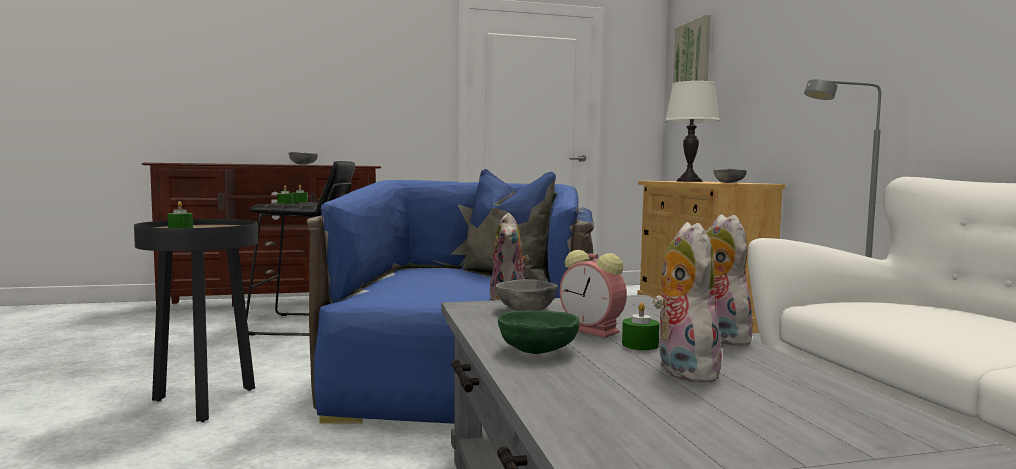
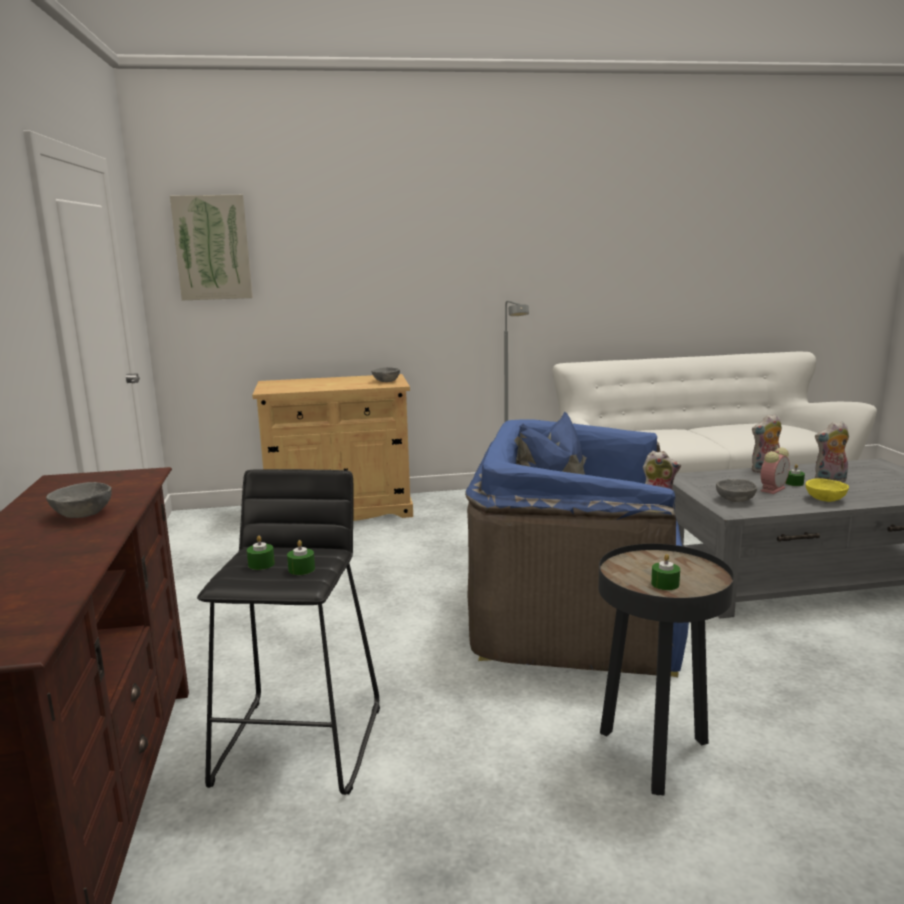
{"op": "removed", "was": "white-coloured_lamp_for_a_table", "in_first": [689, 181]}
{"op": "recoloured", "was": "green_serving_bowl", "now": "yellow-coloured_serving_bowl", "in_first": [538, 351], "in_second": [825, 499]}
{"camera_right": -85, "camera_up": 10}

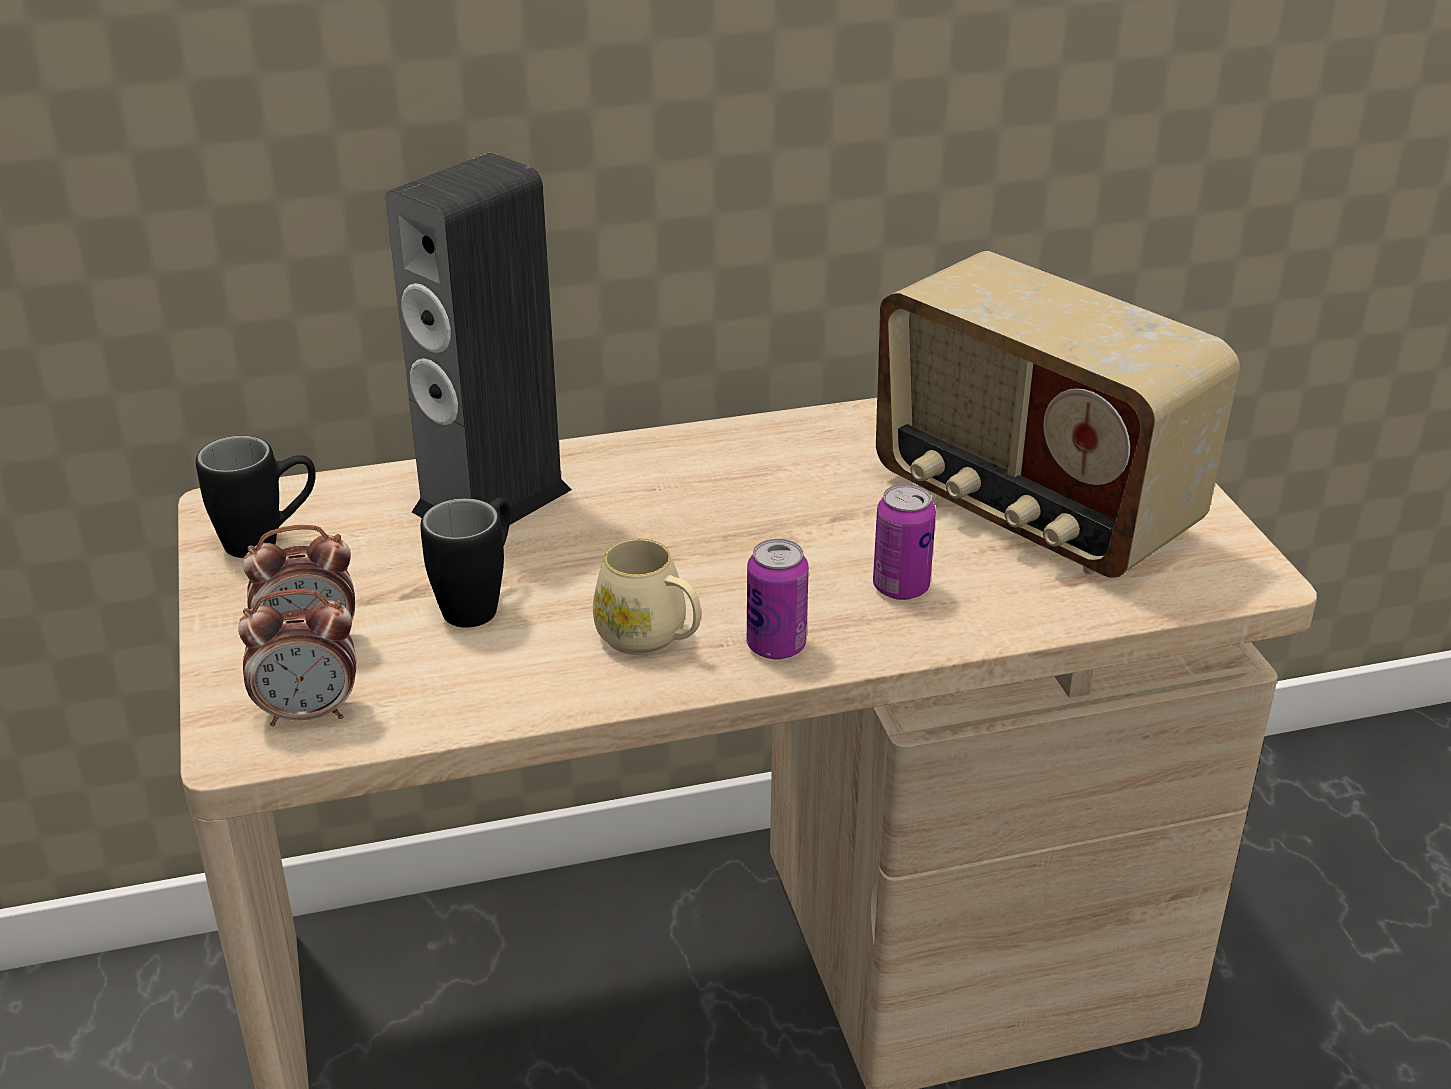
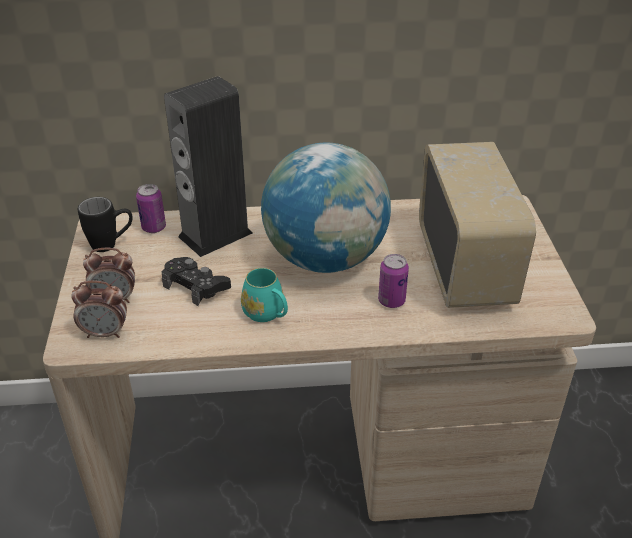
{"op": "added", "now": "desk_globe", "in_second": [325, 259]}
{"op": "moved", "was": "metal_can", "in_first": [776, 645], "in_second": [154, 227]}
{"op": "replaced", "was": "blackish_tea_mug", "now": "blackish_game_controller", "in_first": [480, 601], "in_second": [196, 286]}
{"op": "recoloured", "was": "beige_tea_mug", "now": "turquoise-coloured_tea_mug", "in_first": [650, 638], "in_second": [267, 314]}
{"op": "turned", "was": "radio", "in_first": [1030, 509], "in_second": [466, 266], "clockwise": -150}
{"camera_right": 10, "camera_up": 5}

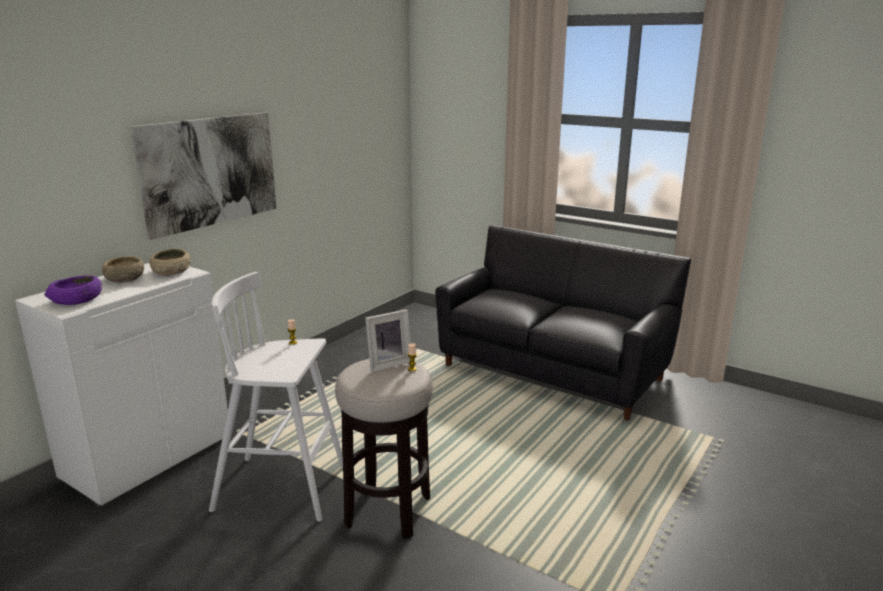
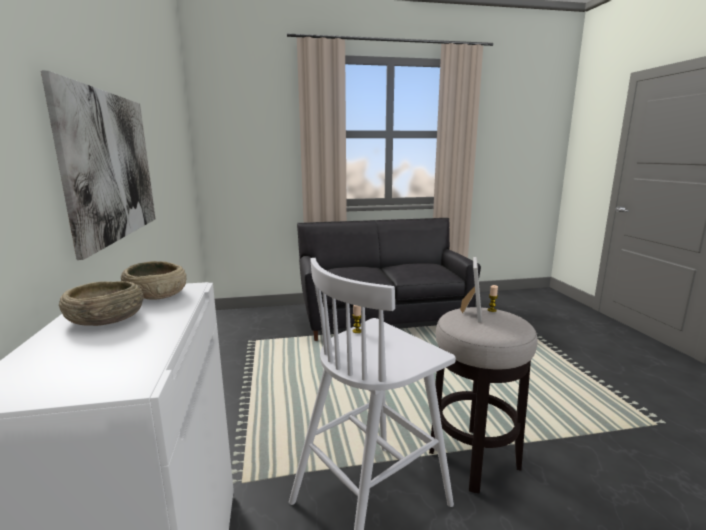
{"op": "removed", "was": "purplish_serving_bowl", "in_first": [77, 300]}
{"camera_right": -45, "camera_up": -5}

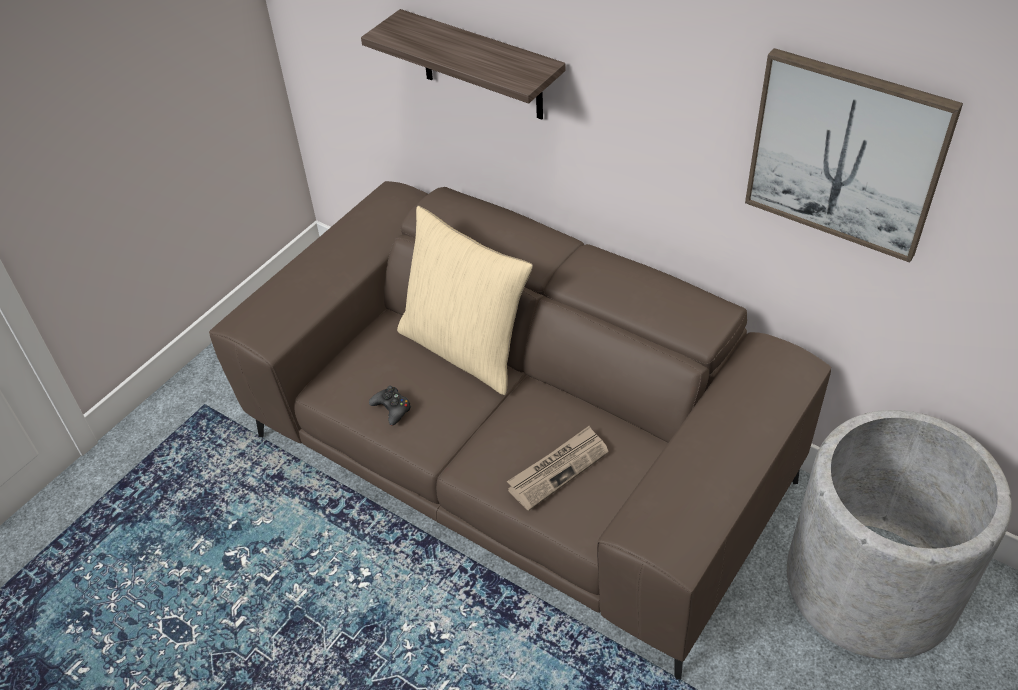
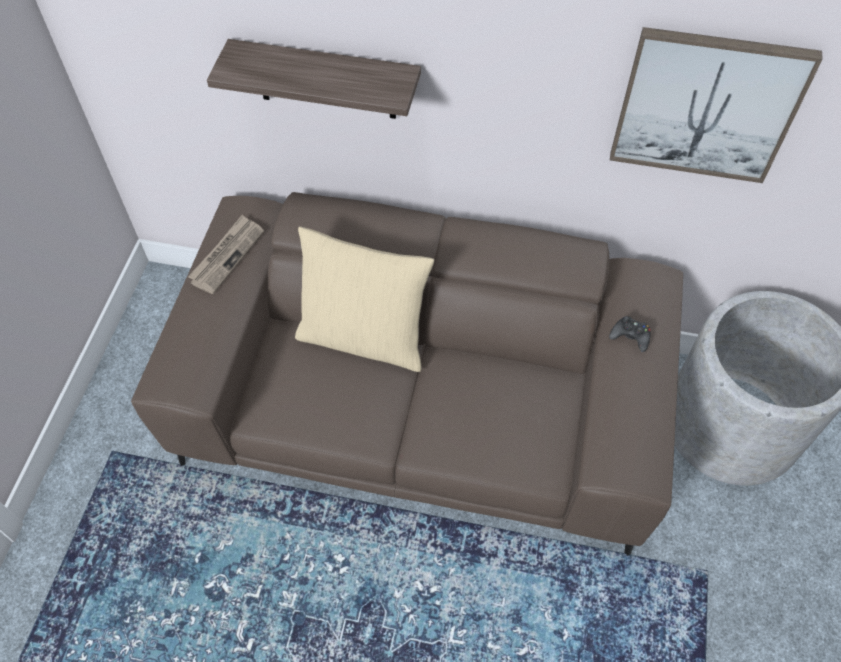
{"op": "moved", "was": "blackish_game_controller", "in_first": [392, 408], "in_second": [630, 336]}
{"op": "moved", "was": "printed_paper", "in_first": [558, 469], "in_second": [227, 255]}
{"camera_right": -25, "camera_up": 10}

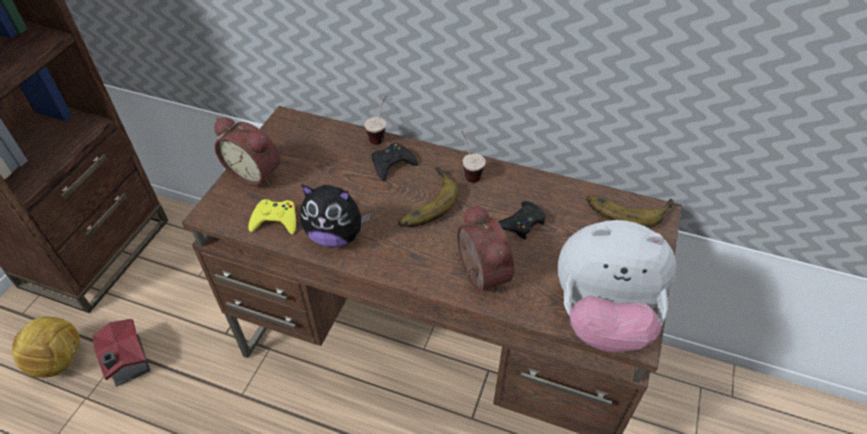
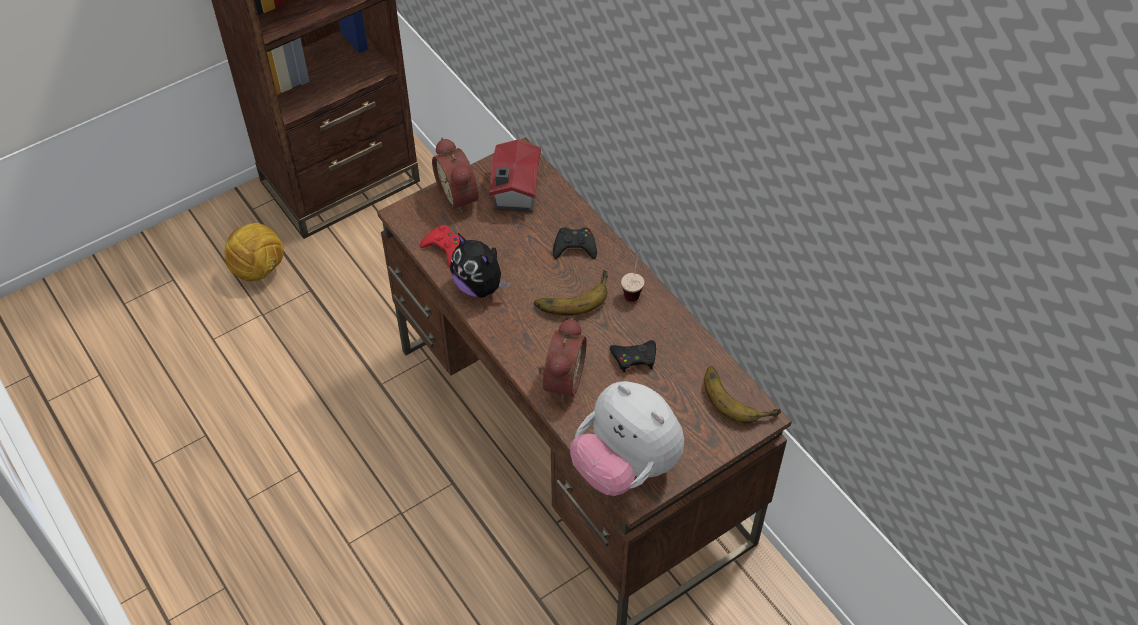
{"op": "removed", "was": "cup", "in_first": [380, 134]}
{"op": "moved", "was": "toy_house", "in_first": [126, 362], "in_second": [514, 191]}
{"op": "recoloured", "was": "yellow-coloured_game_controller", "now": "red_game_controller", "in_first": [275, 220], "in_second": [445, 248]}
{"camera_right": 35, "camera_up": 5}

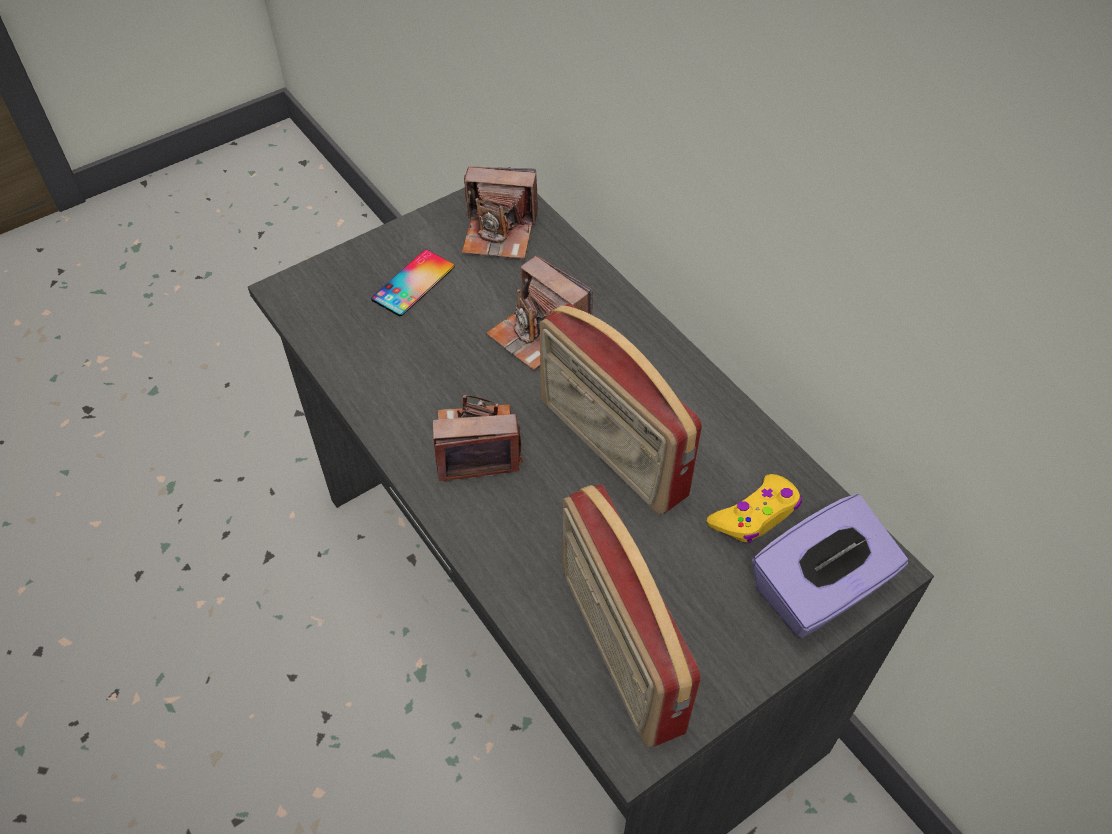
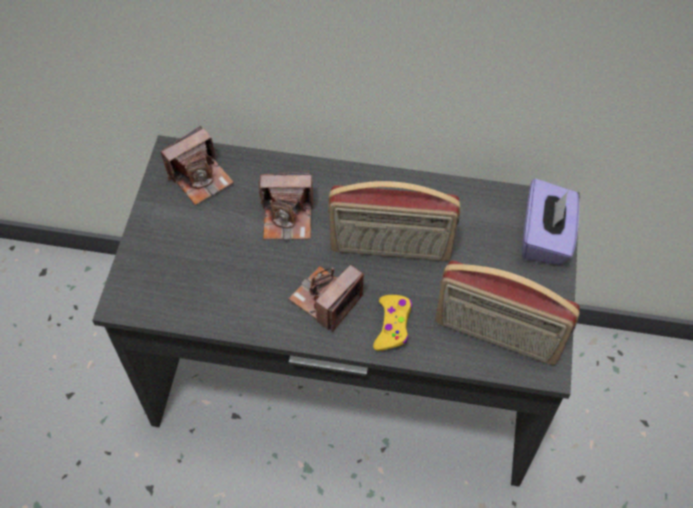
{"op": "removed", "was": "phone", "in_first": [413, 283]}
{"op": "moved", "was": "yellow-coloured_game_controller", "in_first": [755, 515], "in_second": [392, 326]}
{"camera_right": -45, "camera_up": 5}

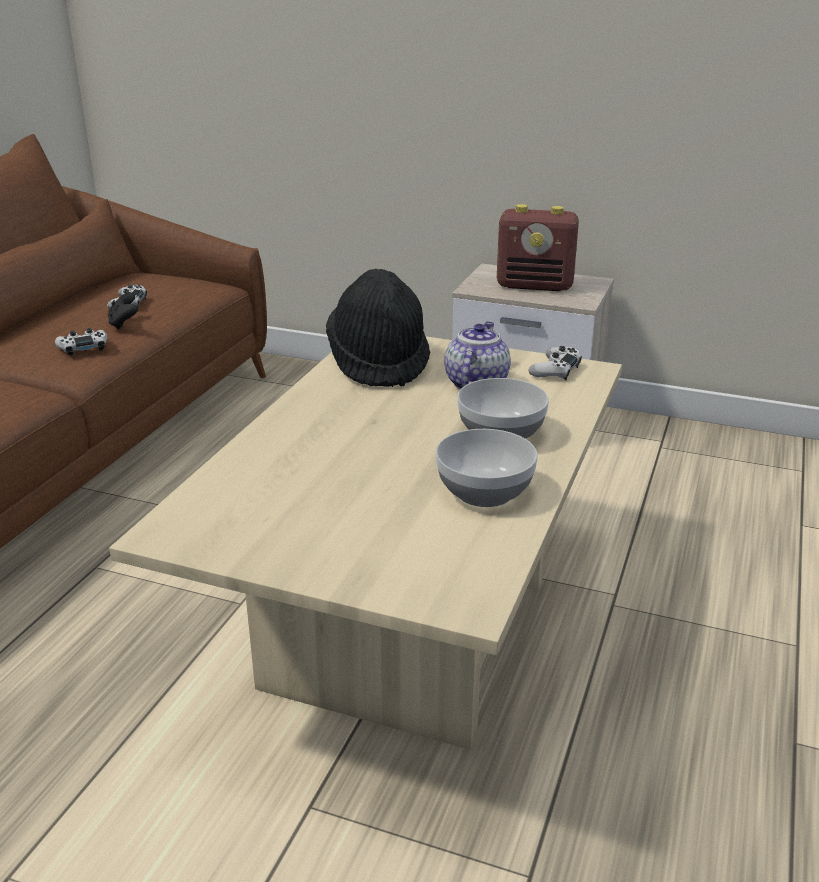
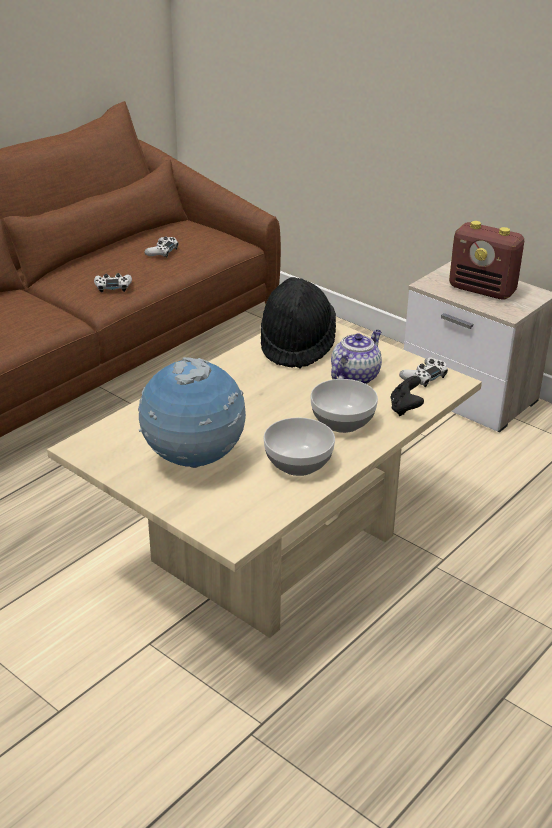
{"op": "added", "now": "desk_globe", "in_second": [194, 461]}
{"op": "moved", "was": "blackish_game_controller", "in_first": [124, 324], "in_second": [405, 408]}
{"camera_right": 20, "camera_up": 5}

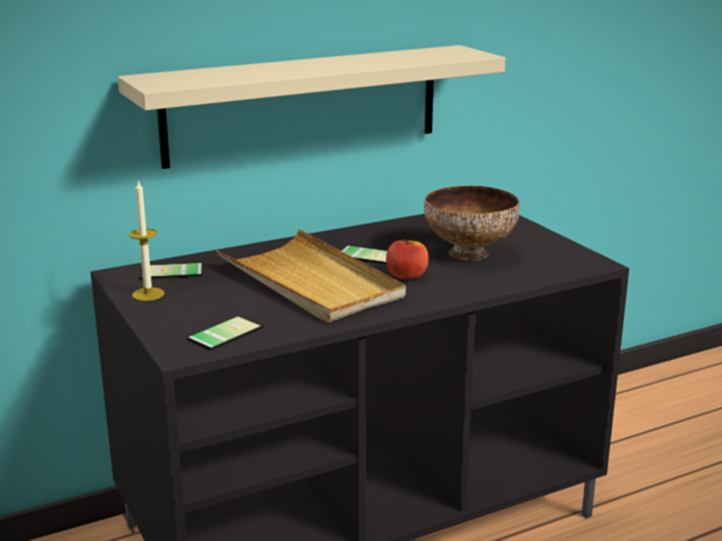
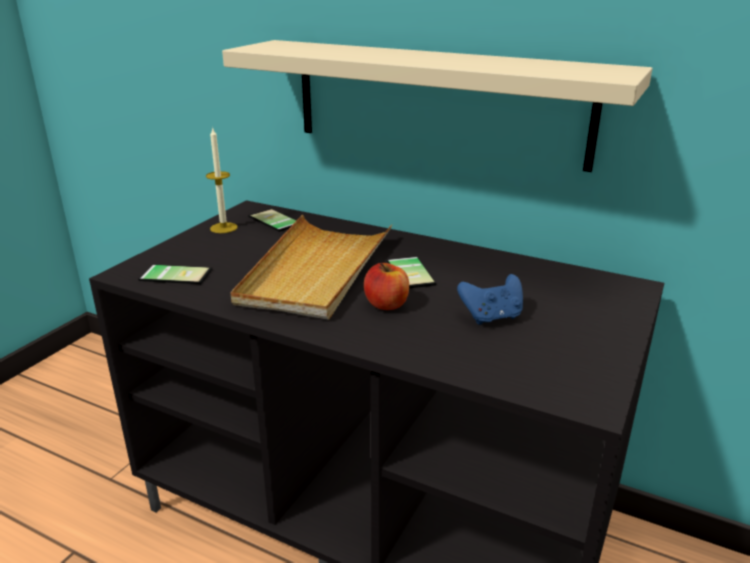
{"op": "replaced", "was": "serving_bowl", "now": "bluish_game_controller", "in_first": [470, 254], "in_second": [491, 317]}
{"camera_right": 55, "camera_up": 5}

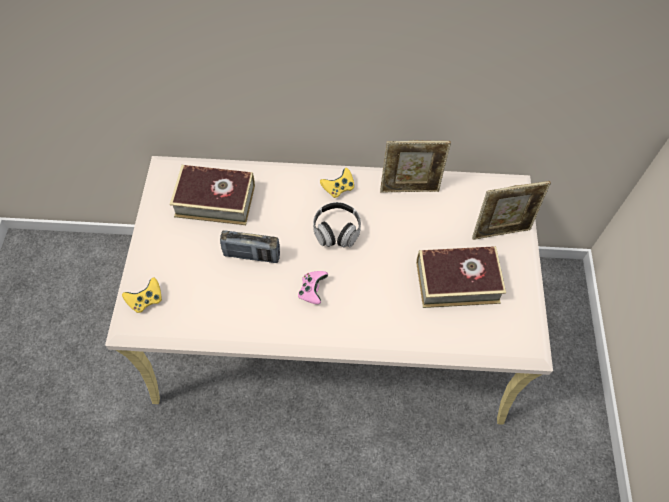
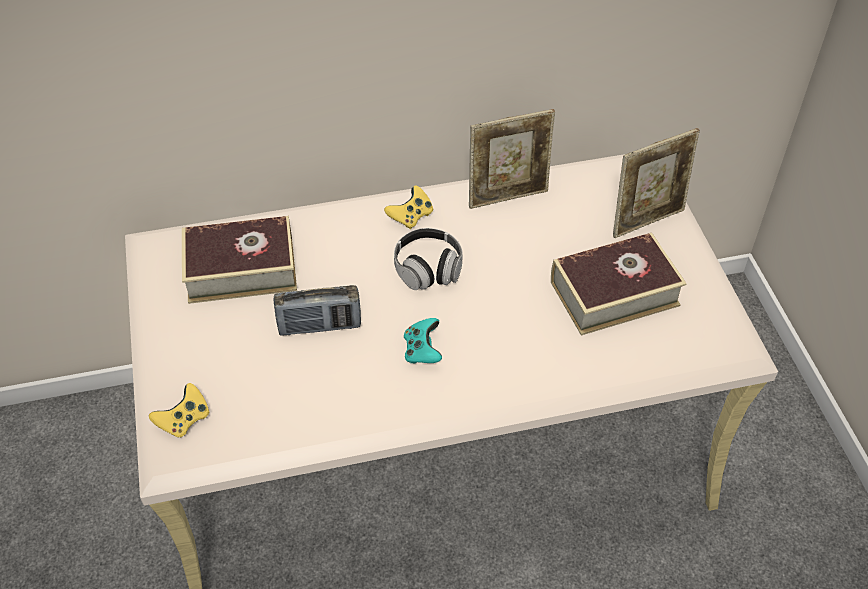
{"op": "recoloured", "was": "pink_game_controller", "now": "turquoise-coloured_game_controller", "in_first": [312, 291], "in_second": [422, 350]}
{"camera_right": -15, "camera_up": -10}

